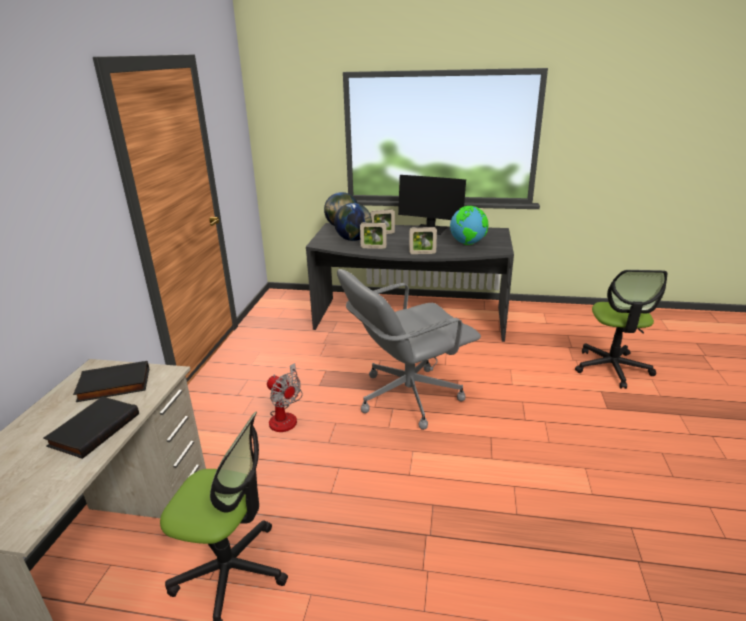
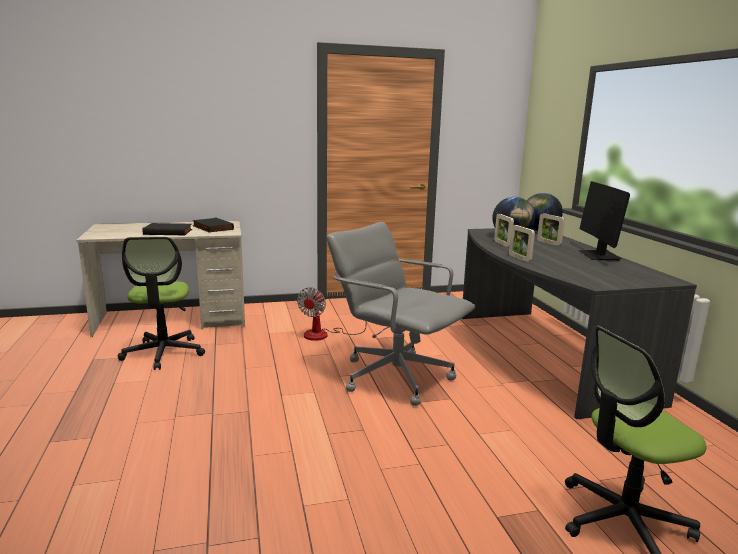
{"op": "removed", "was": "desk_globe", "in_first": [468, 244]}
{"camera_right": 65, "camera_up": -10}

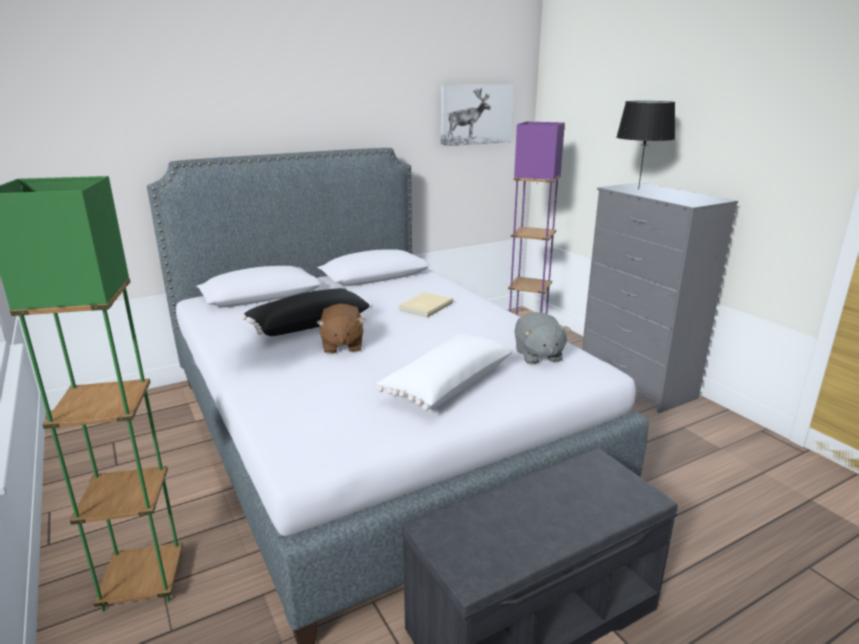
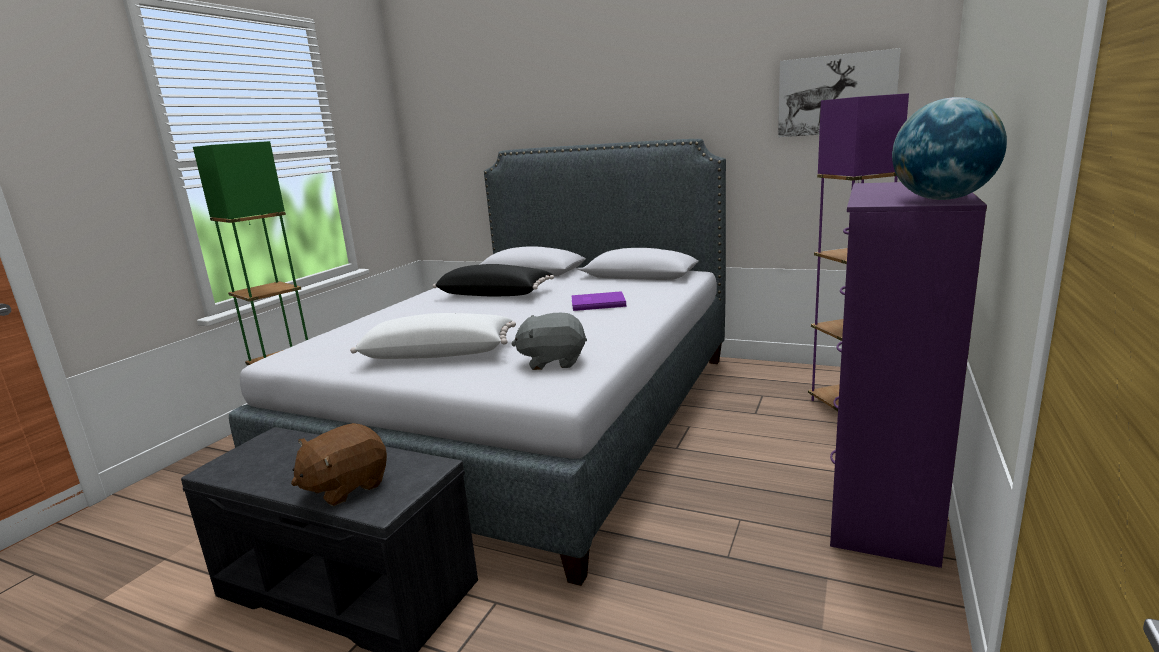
{"op": "removed", "was": "blackish_lamp_for_a_table", "in_first": [638, 189]}
{"op": "added", "now": "desk_globe", "in_second": [942, 199]}
{"op": "moved", "was": "brown-coloured_plush_toy", "in_first": [342, 346], "in_second": [345, 487]}
{"op": "recoloured", "was": "beige_bound_book", "now": "purplish_bound_book", "in_first": [424, 306], "in_second": [597, 303]}
{"op": "recoloured", "was": "grey_drawer_chest", "now": "purplish_drawer_chest", "in_first": [636, 383], "in_second": [880, 505]}
{"op": "turned", "was": "grey_plush_toy", "in_first": [538, 355], "in_second": [553, 361], "clockwise": 45}
{"camera_right": 55, "camera_up": -5}

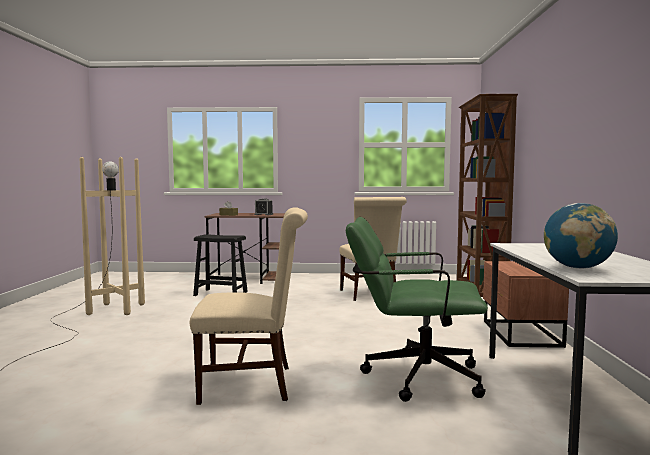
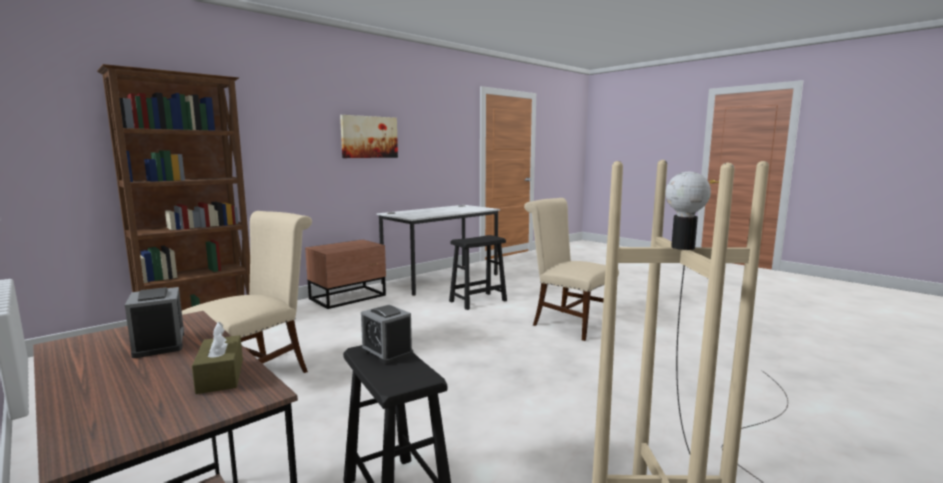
{"op": "removed", "was": "desk_globe", "in_first": [578, 268]}
{"op": "added", "now": "wall_art", "in_second": [369, 137]}
{"op": "added", "now": "bedside_clock", "in_second": [387, 352]}
{"op": "replaced", "was": "green_office_chair", "now": "blackish_stool_seat", "in_first": [412, 376], "in_second": [478, 301]}
{"camera_right": -135, "camera_up": 5}

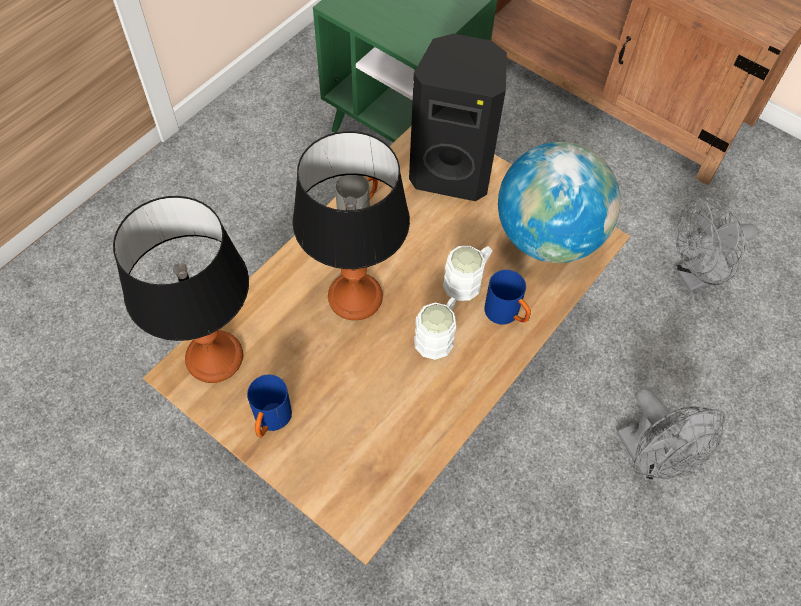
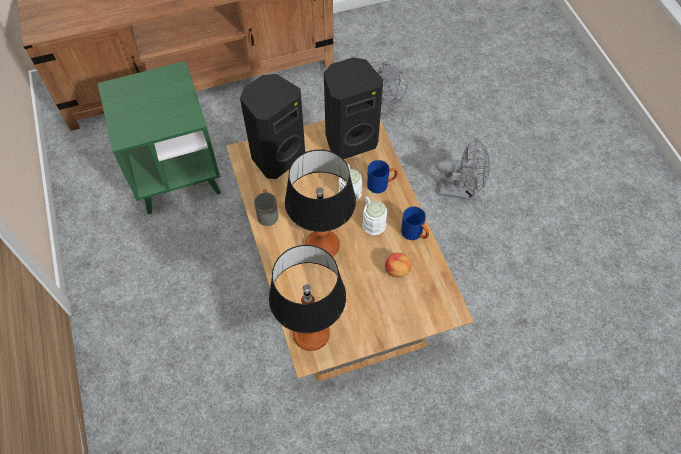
{"op": "added", "now": "apple", "in_second": [397, 270]}
{"op": "moved", "was": "bluish_tea_mug", "in_first": [271, 421], "in_second": [415, 234]}
{"op": "replaced", "was": "desk_globe", "now": "blackish_audio_speaker", "in_first": [548, 237], "in_second": [350, 140]}
{"camera_right": -55, "camera_up": 0}

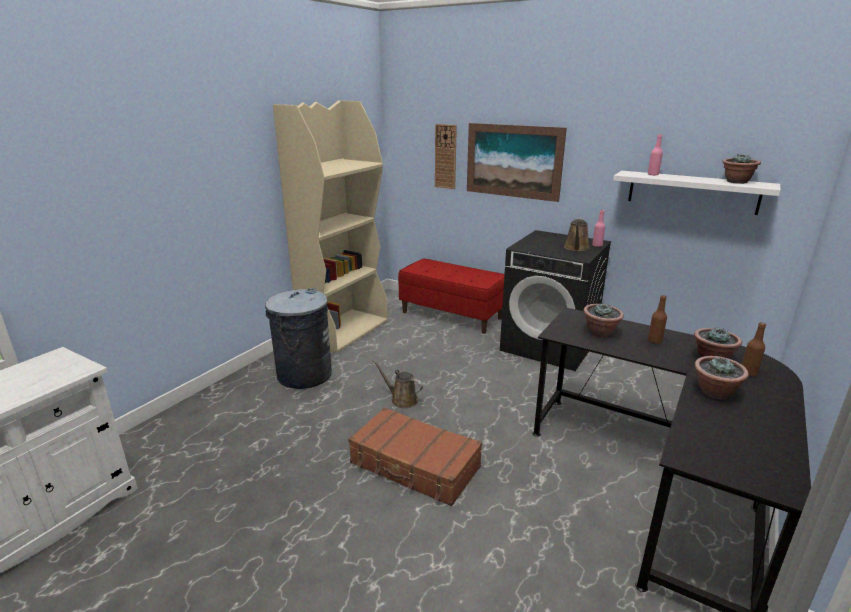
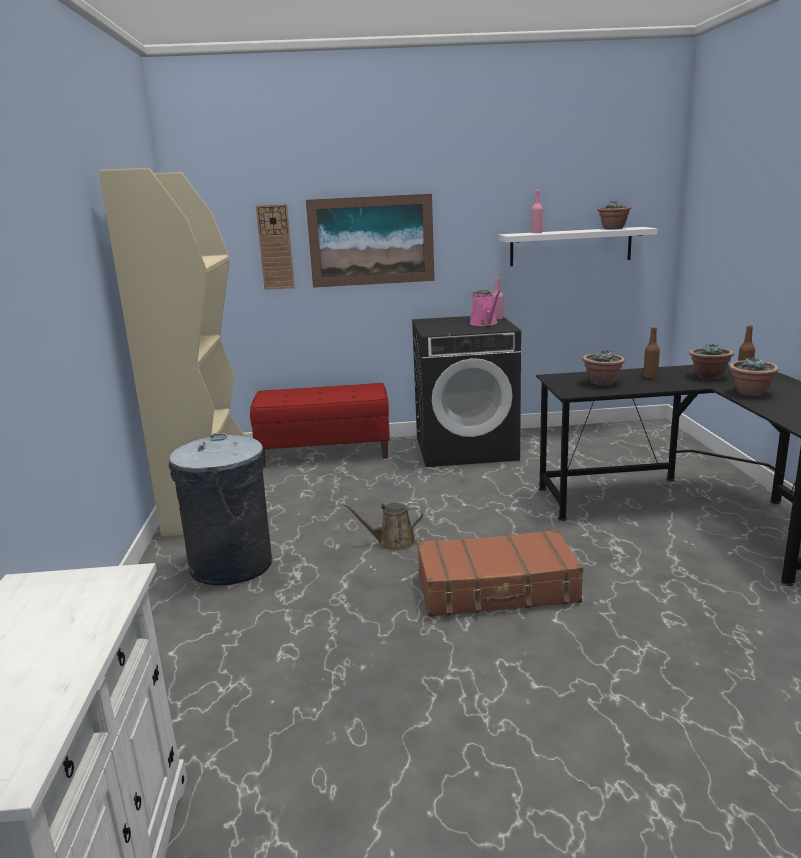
{"op": "recoloured", "was": "brown-coloured_watering_can", "now": "pink_watering_can", "in_first": [576, 248], "in_second": [484, 323]}
{"camera_right": -35, "camera_up": -5}

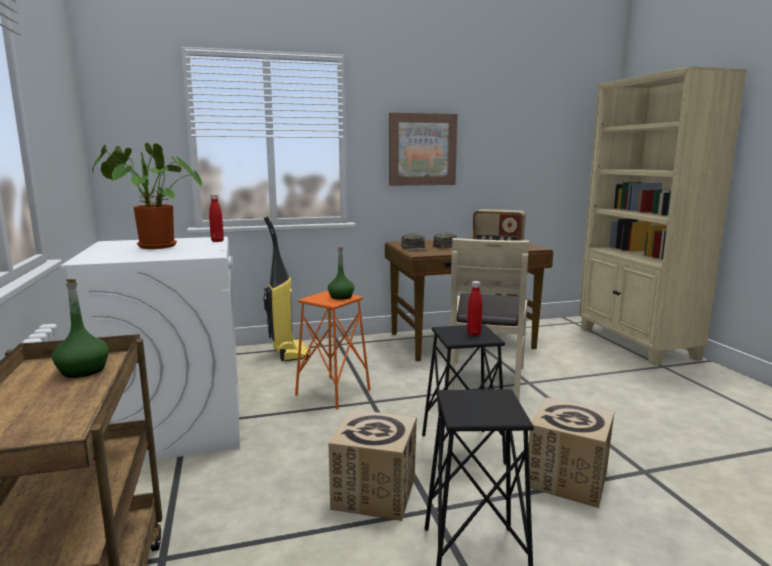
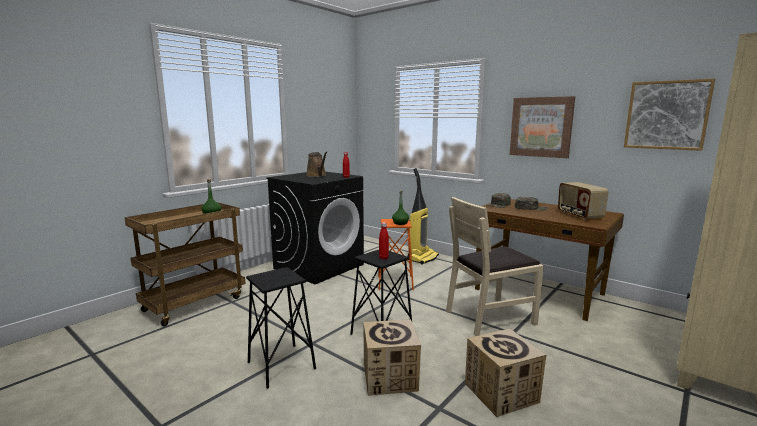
{"op": "added", "now": "wall_art", "in_second": [666, 115]}
{"op": "moved", "was": "packing_box", "in_first": [375, 493], "in_second": [501, 393]}
{"op": "replaced", "was": "plant_in_a_pot", "now": "brown-coloured_watering_can", "in_first": [152, 246], "in_second": [317, 175]}
{"op": "recoloured", "was": "white-coloured_laundry_appliance", "now": "blackish_laundry_appliance", "in_first": [175, 423], "in_second": [319, 266]}
{"camera_right": 55, "camera_up": 0}

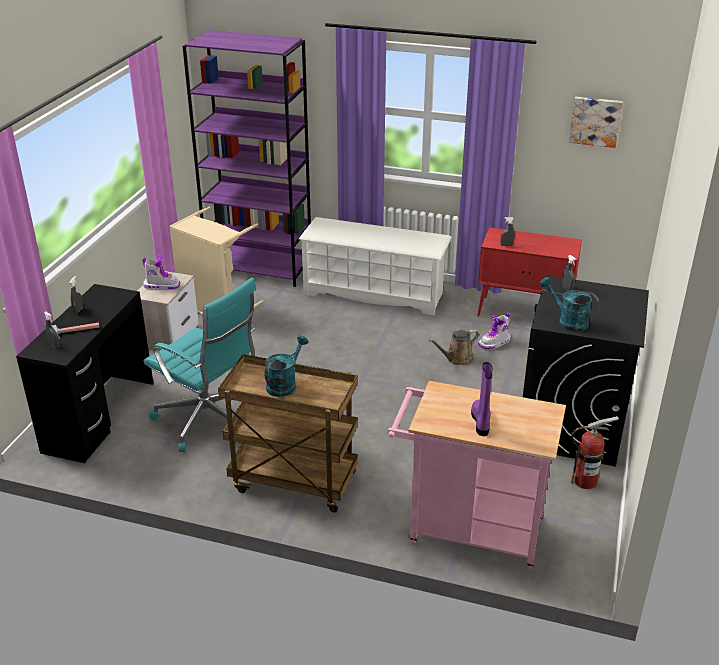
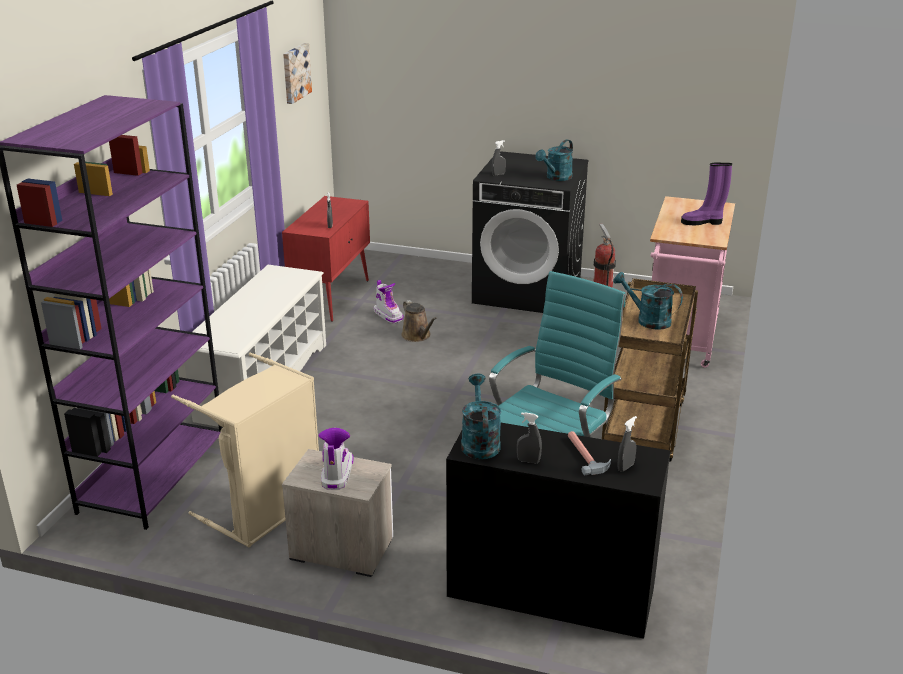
{"op": "added", "now": "turquoise-coloured_watering_can", "in_second": [479, 442]}
{"camera_right": -90, "camera_up": -5}

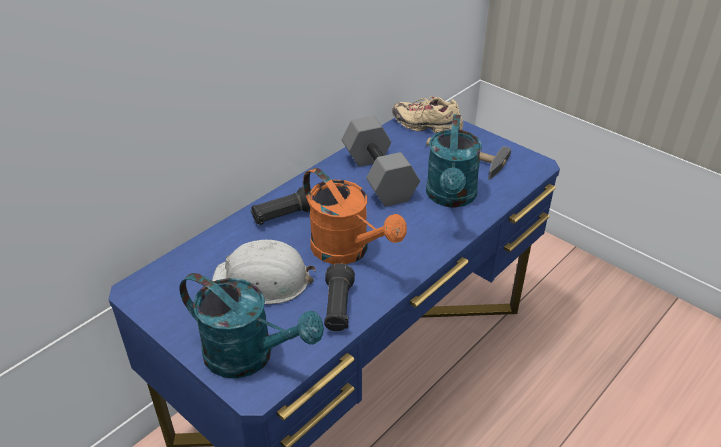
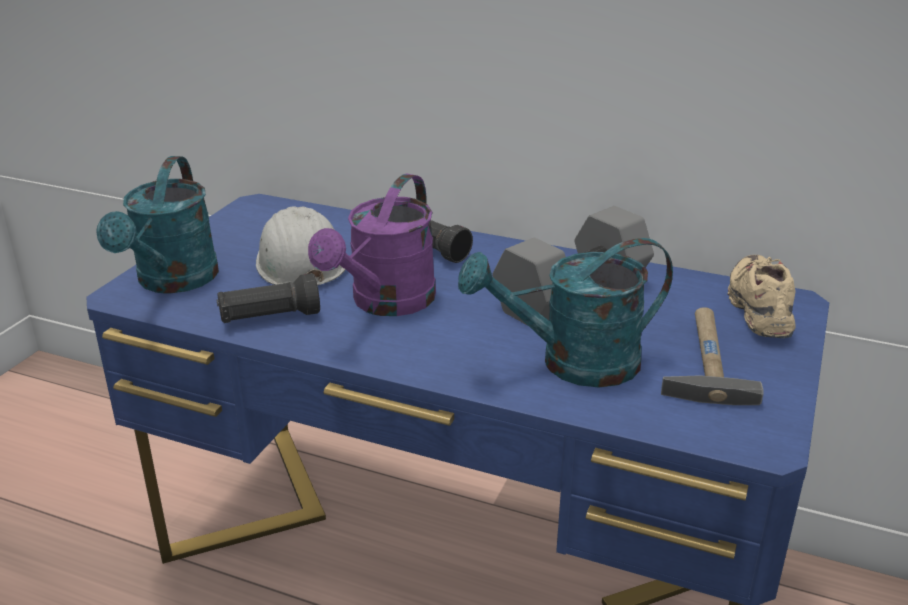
{"op": "recoloured", "was": "orange_watering_can", "now": "purplish_watering_can", "in_first": [348, 251], "in_second": [386, 303]}
{"camera_right": 70, "camera_up": -10}

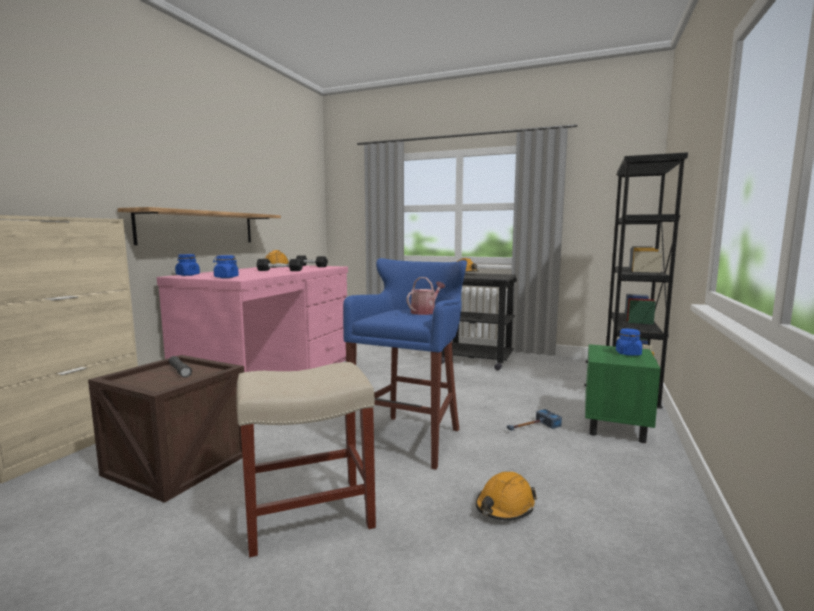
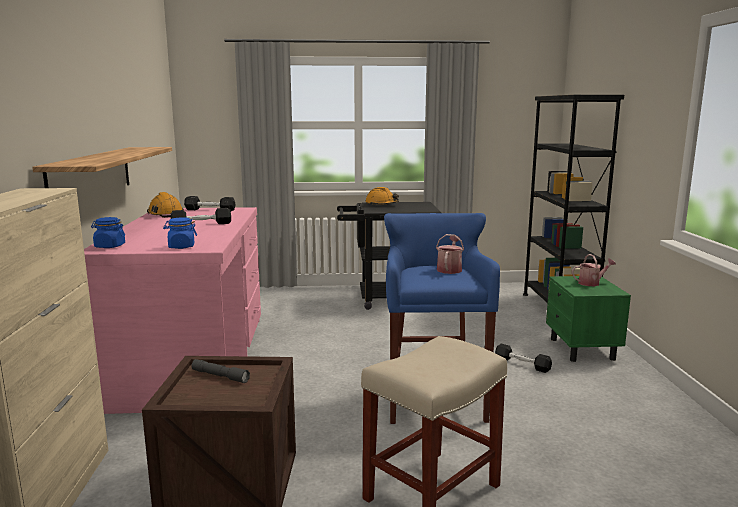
{"op": "removed", "was": "orange_work_helmet", "in_first": [504, 507]}
{"op": "replaced", "was": "tool_hammer", "now": "blackish_dumbbell", "in_first": [531, 427], "in_second": [522, 364]}
{"op": "replaced", "was": "bluish_storage_jar", "now": "watering_can", "in_first": [628, 353], "in_second": [591, 283]}
{"camera_right": -25, "camera_up": 5}

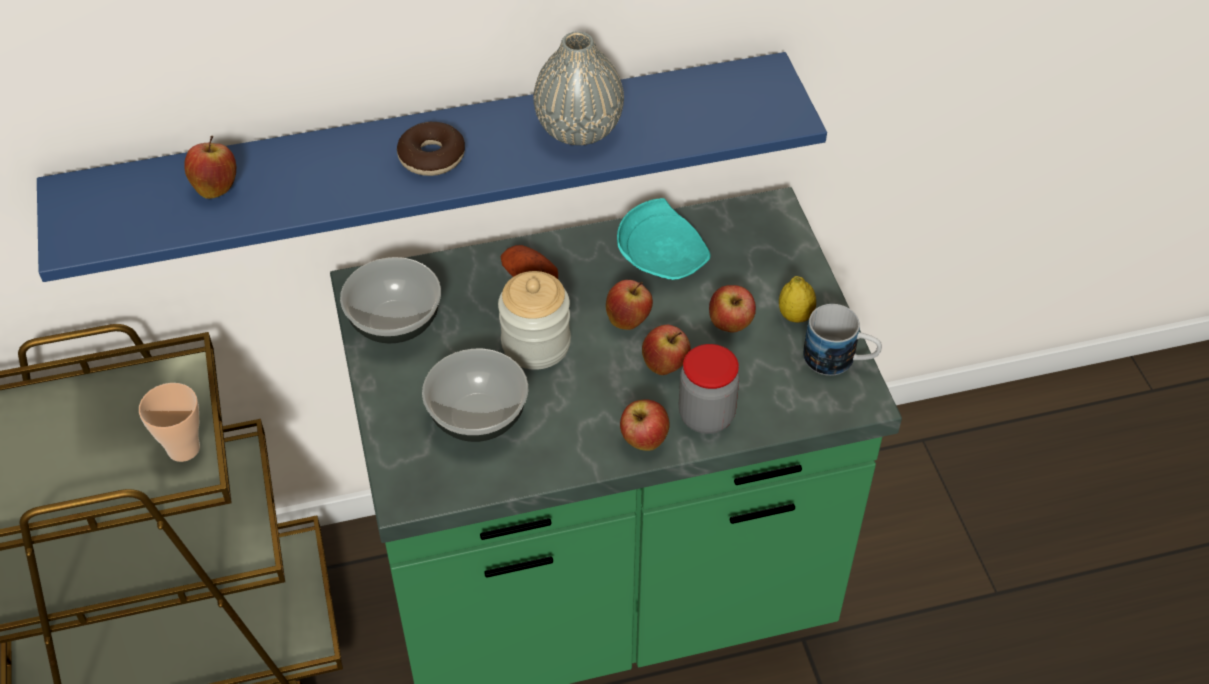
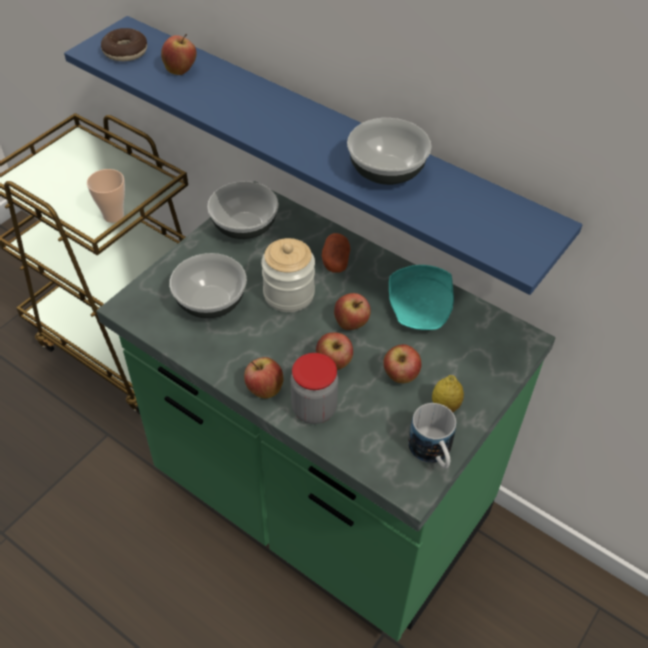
{"op": "moved", "was": "donut", "in_first": [432, 157], "in_second": [125, 52]}
{"op": "replaced", "was": "grey_flower_vase", "now": "serving_bowl", "in_first": [579, 129], "in_second": [387, 172]}
{"camera_right": 50, "camera_up": 0}

